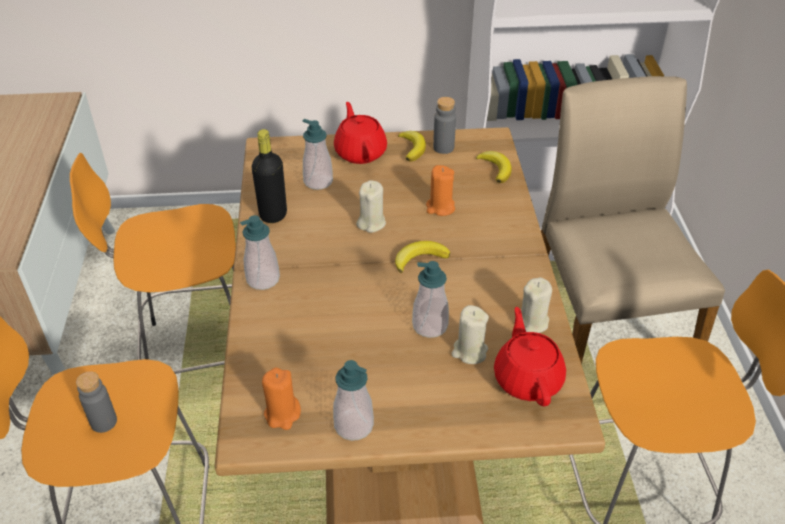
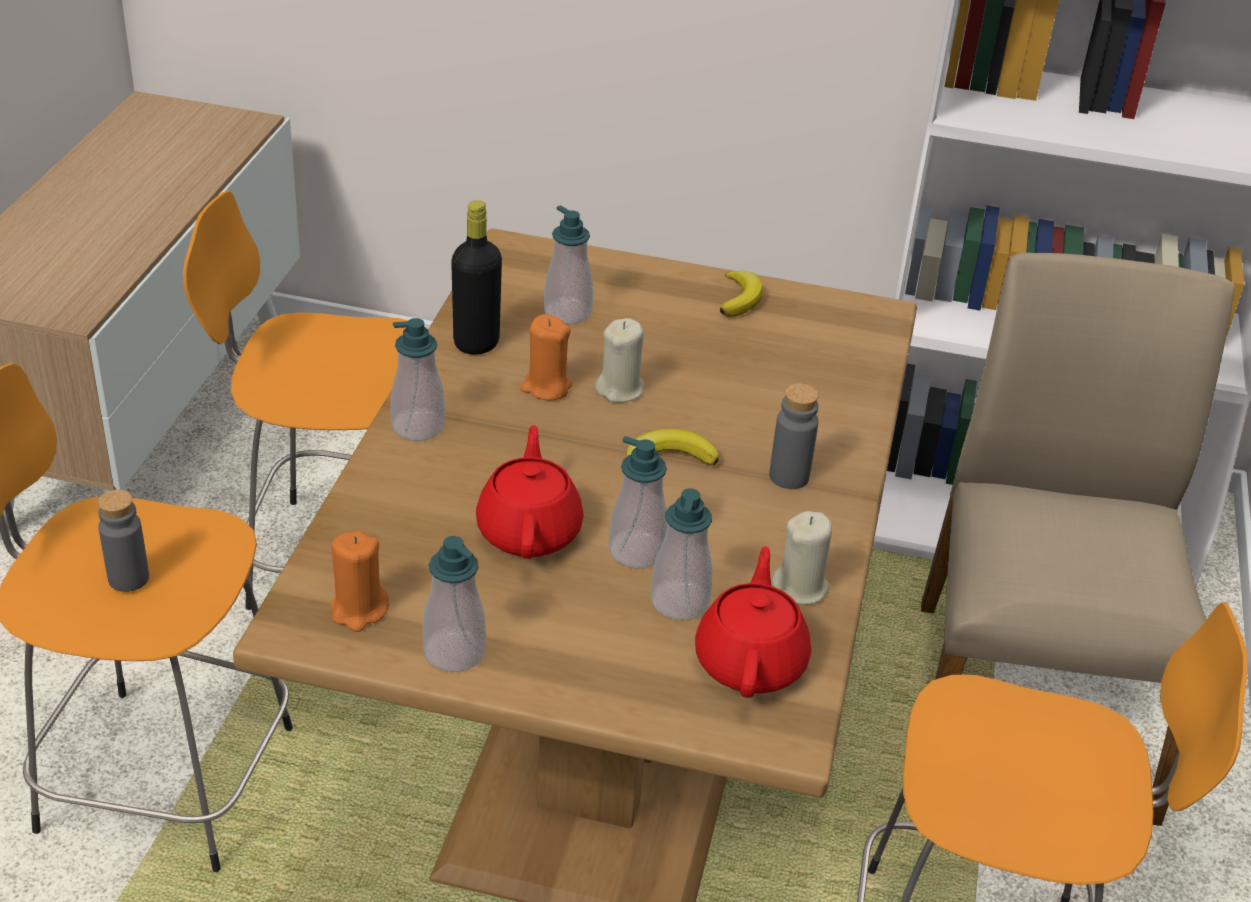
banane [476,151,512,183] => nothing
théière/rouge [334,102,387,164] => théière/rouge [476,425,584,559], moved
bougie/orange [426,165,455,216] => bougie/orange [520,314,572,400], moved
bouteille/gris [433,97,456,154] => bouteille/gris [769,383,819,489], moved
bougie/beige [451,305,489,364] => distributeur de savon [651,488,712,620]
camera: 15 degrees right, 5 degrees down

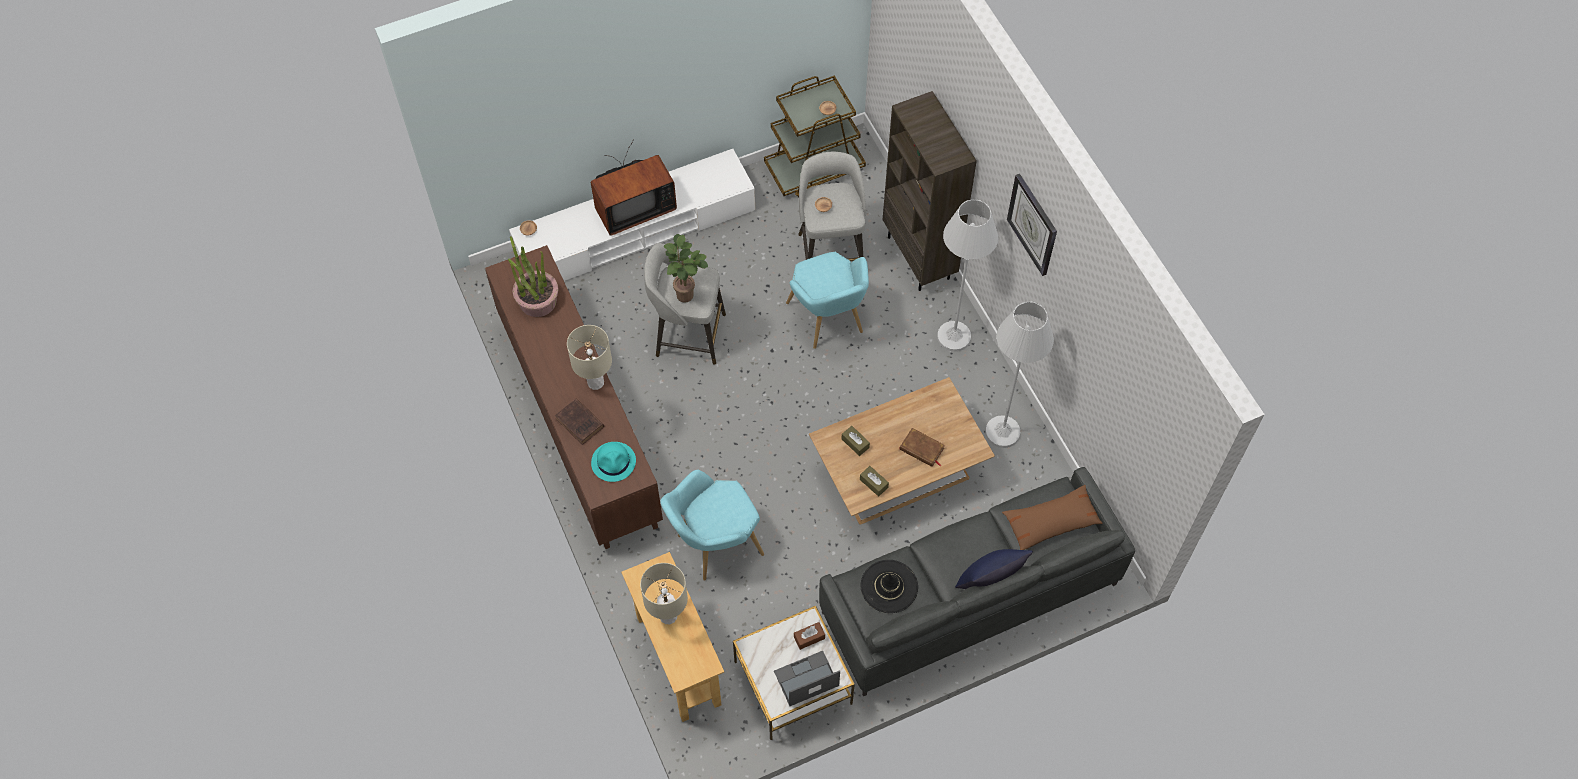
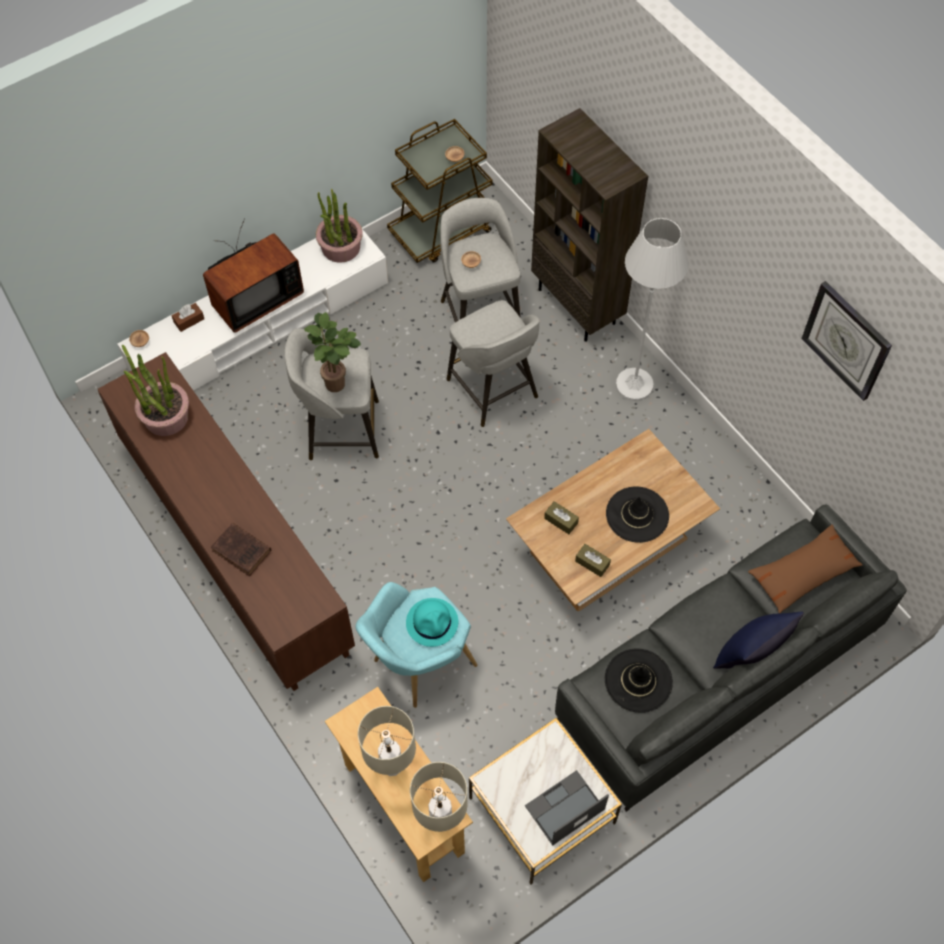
lampadaire/blanc [985,301,1054,448] => nothing
nothing => plante en pot [316,189,363,263]
lampe de table/beige [567,325,612,390] => lampe de table/beige [410,762,468,832], moved
chapeau/turquoise [591,442,636,482] => chapeau/turquoise [406,598,458,647], moved
boîte à mouchoirs/marron [794,622,825,650] => boîte à mouchoirs/marron [172,303,204,332], moved
horloge murale [1007,174,1057,276] => horloge murale [801,281,892,401], moved
fauteuil/turquoise [786,252,869,349] => tabouret/gris [447,300,540,427]
livre/marron [899,428,945,467] => chapeau/noir [606,486,669,543]
camera: 10 degrees left, 0 degrees up

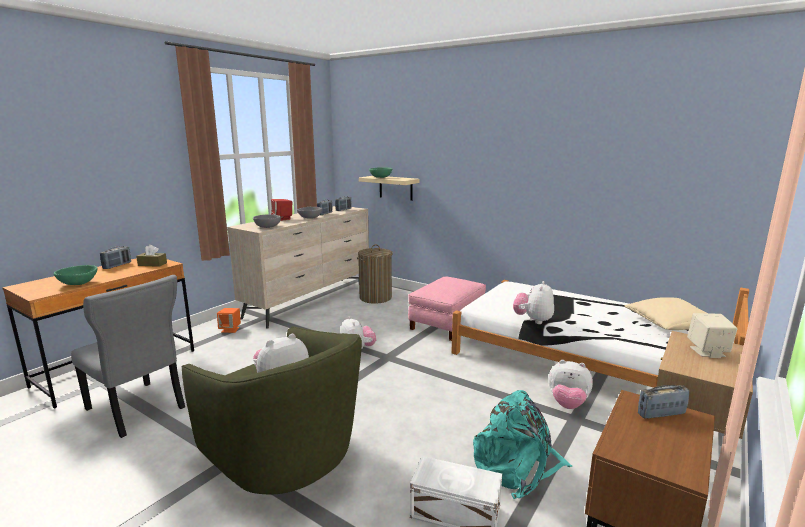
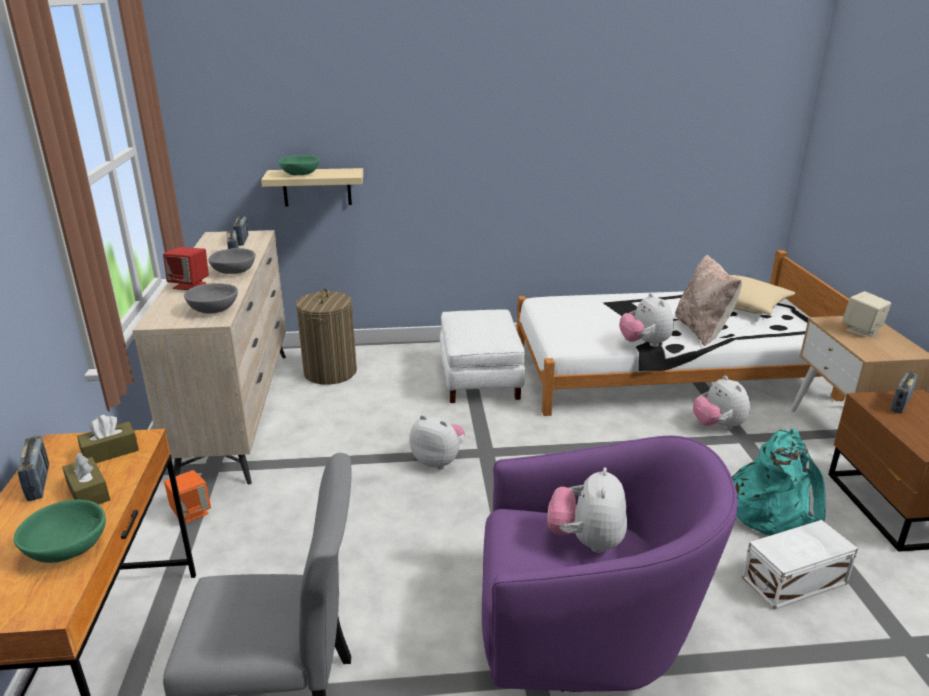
nothing => boîte à mouchoirs/marron [62,453,110,505]
nothing => coussin/beige [675,255,742,346]
fauteuil/vert [182,326,362,494] => fauteuil/violet [482,436,738,692]
pouf/rose [408,276,486,341] => pouf/blanc [440,310,525,403]
peluche [549,360,593,409] => peluche [693,376,750,430], 90 degrees clockwise
camera: 40 degrees left, 10 degrees up

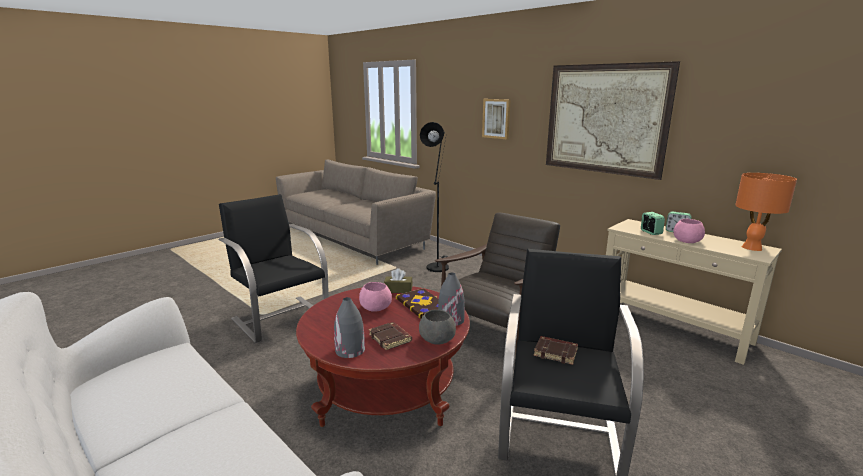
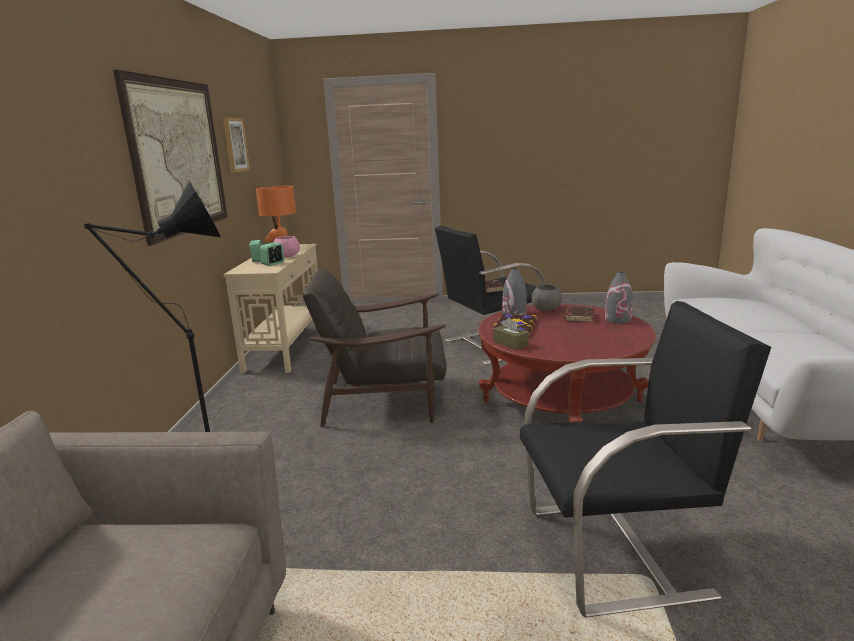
bol/rose [359,282,392,312] => nothing
tableau [482,99,511,139] => tableau [223,118,250,173], moved
fauteuil/noir [219,194,329,343] => fauteuil/noir [520,301,771,617], 105 degrees counterclockwise
camera: 130 degrees left, 0 degrees up

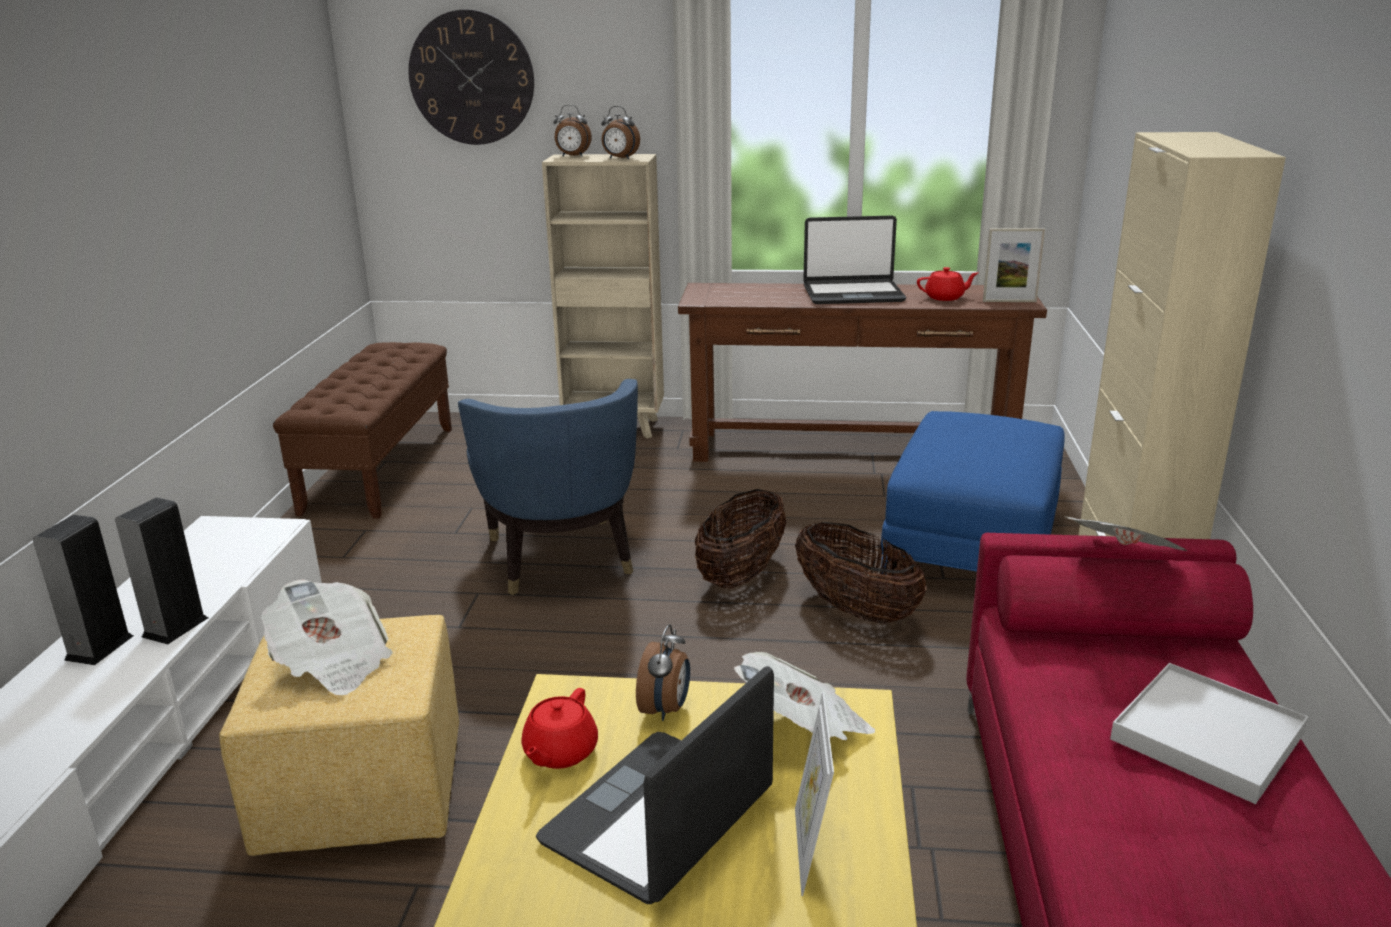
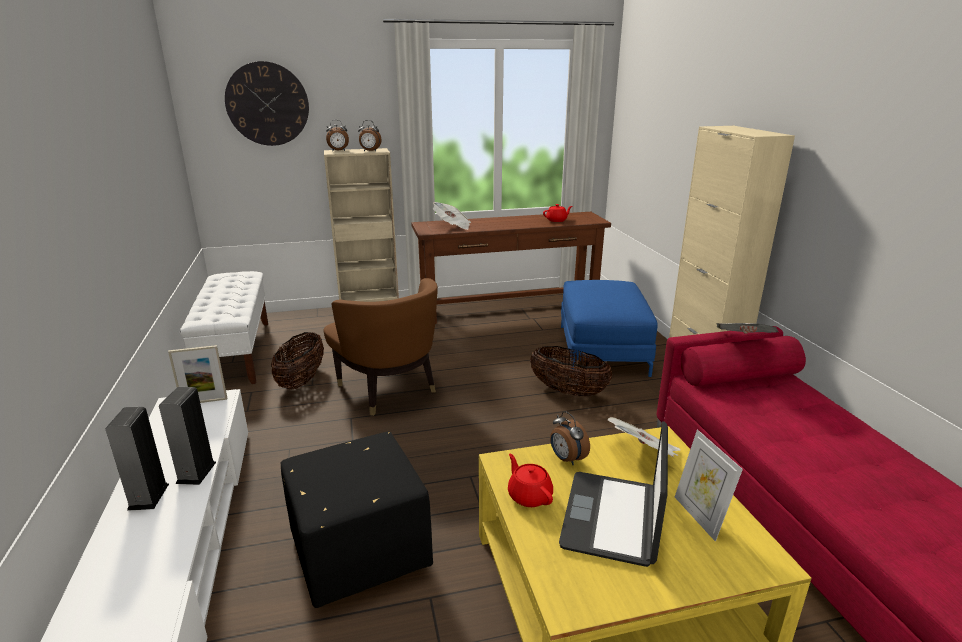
ordinateur portable [803,215,906,304] => nothing
plateau/blanc [1110,663,1309,804] => nothing
journal [261,579,393,695] => journal [433,202,471,230], moved
panier [695,489,786,588] => panier [271,332,324,389], moved
cadre photo [983,228,1045,302] => cadre photo [168,345,227,403], moved
pouf/jaune [219,615,459,856] => pouf/noir [281,432,433,608]
banc/marron [273,342,452,519] => banc/blanc [180,271,268,384]
fauteuil/bleu [458,379,638,595] => fauteuil/marron [324,278,438,416]
théière/rouge [521,688,598,769] => théière/rouge [508,453,553,507], 150 degrees clockwise
réveil [636,624,690,721] => réveil [550,411,590,465], 150 degrees clockwise
camera: 20 degrees left, 0 degrees up

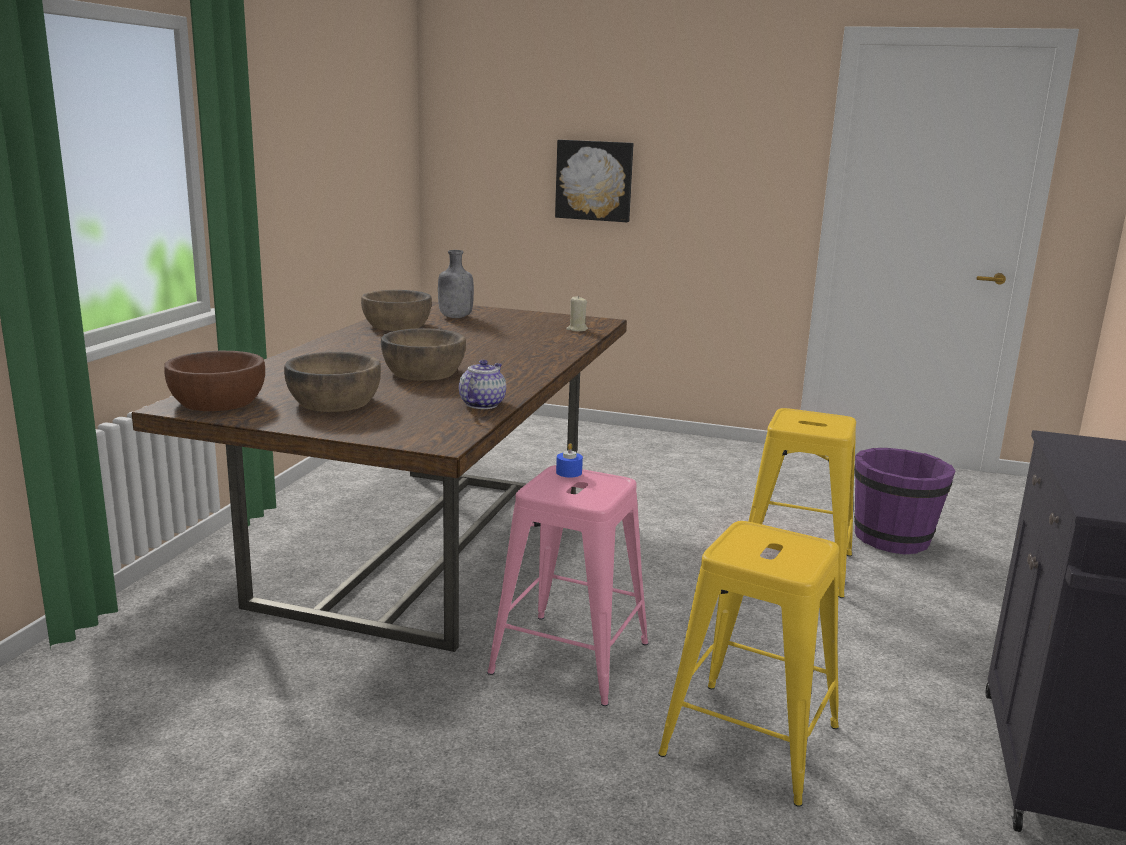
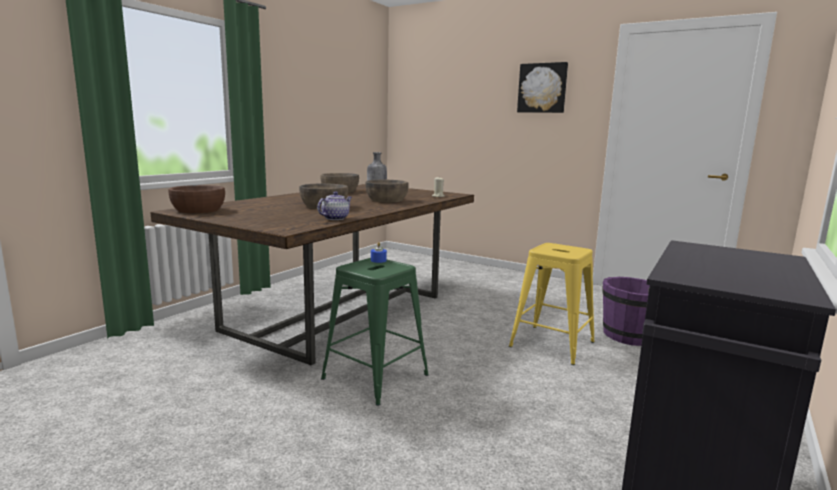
tabouret/jaune [658,521,839,807] => nothing
bol/marron [284,352,381,412] => bol/marron [365,180,409,202], moved
tableau [555,140,634,222] => tableau [517,62,568,113], moved
tabouret/rose [487,465,648,706] => tabouret/vert [321,258,429,406]
camera: 15 degrees right, 5 degrees down

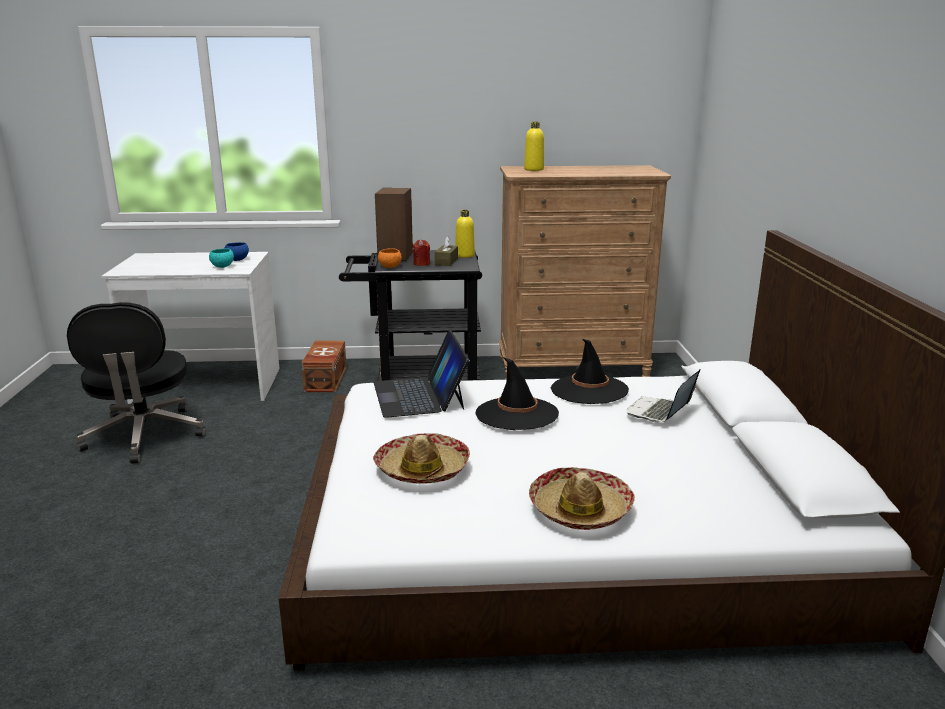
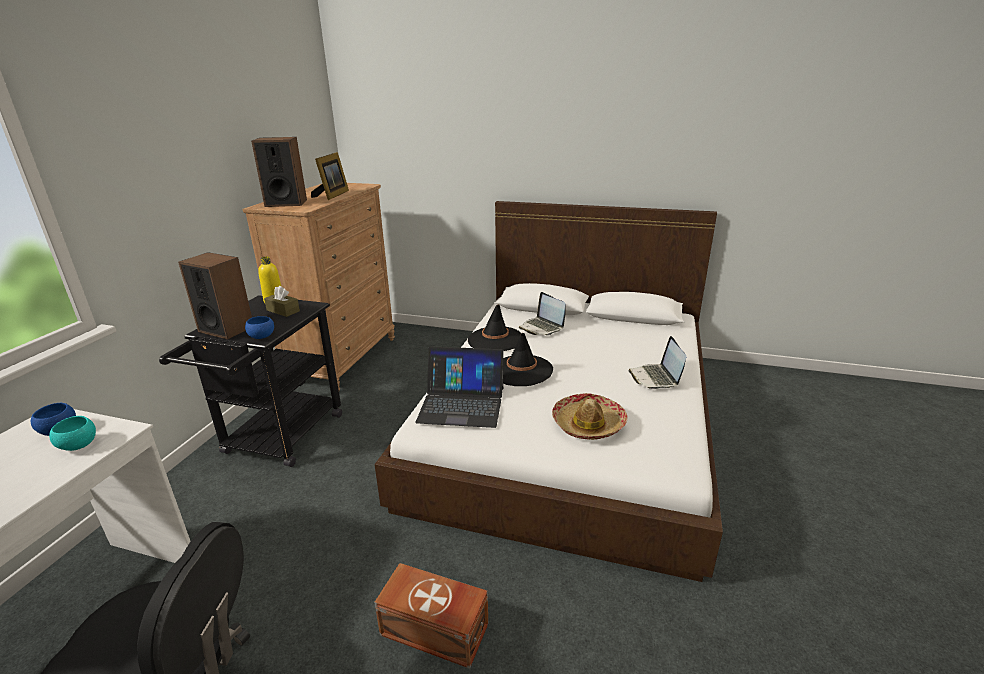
bougie/rouge [412,239,430,266] => nothing
nothing => cadre photo [311,152,349,200]
boîte de rangement/marron [302,340,347,392] => boîte de rangement/marron [374,563,488,669], moved
bouteille/jaune [524,122,544,171] => enceinte [251,137,307,207]
chapeau [529,467,635,530] => ordinateur portable [628,336,686,389]
bol/orange [378,248,402,268] => bol/bleu [245,316,274,339]
camera: 70 degrees left, 5 degrees up

